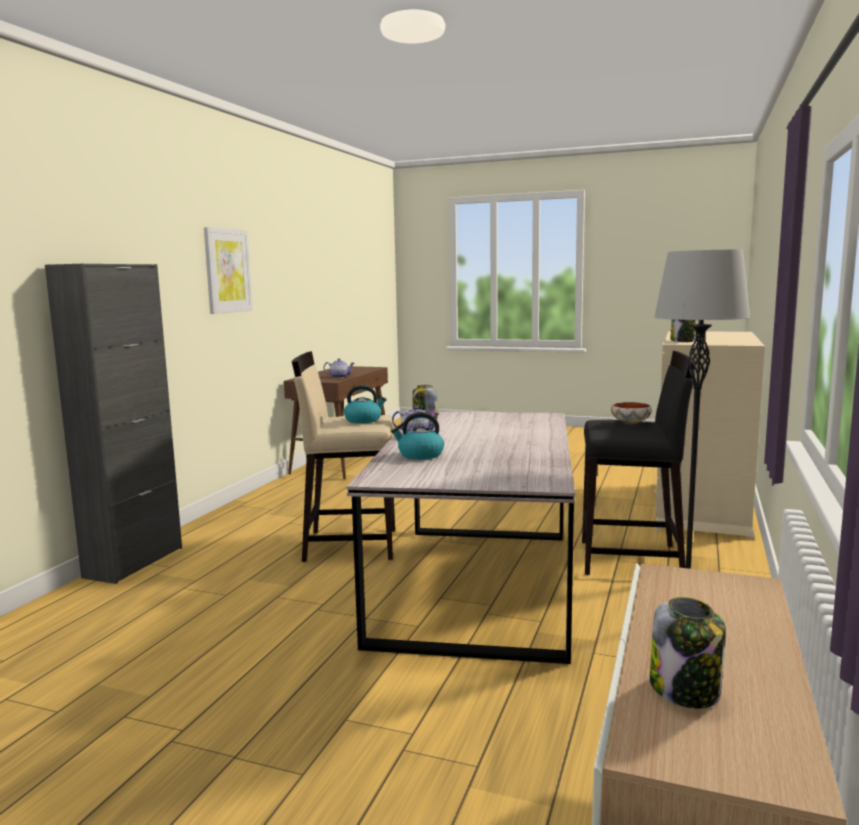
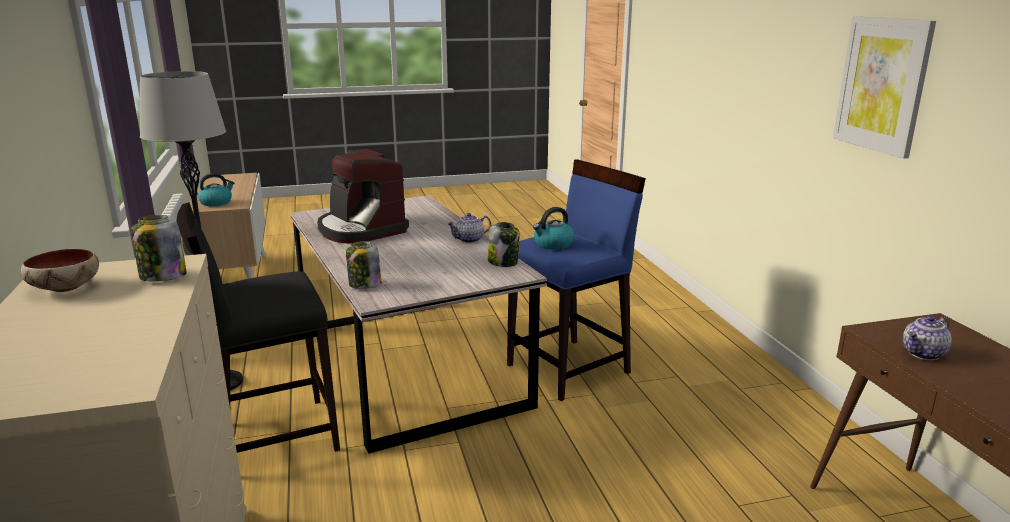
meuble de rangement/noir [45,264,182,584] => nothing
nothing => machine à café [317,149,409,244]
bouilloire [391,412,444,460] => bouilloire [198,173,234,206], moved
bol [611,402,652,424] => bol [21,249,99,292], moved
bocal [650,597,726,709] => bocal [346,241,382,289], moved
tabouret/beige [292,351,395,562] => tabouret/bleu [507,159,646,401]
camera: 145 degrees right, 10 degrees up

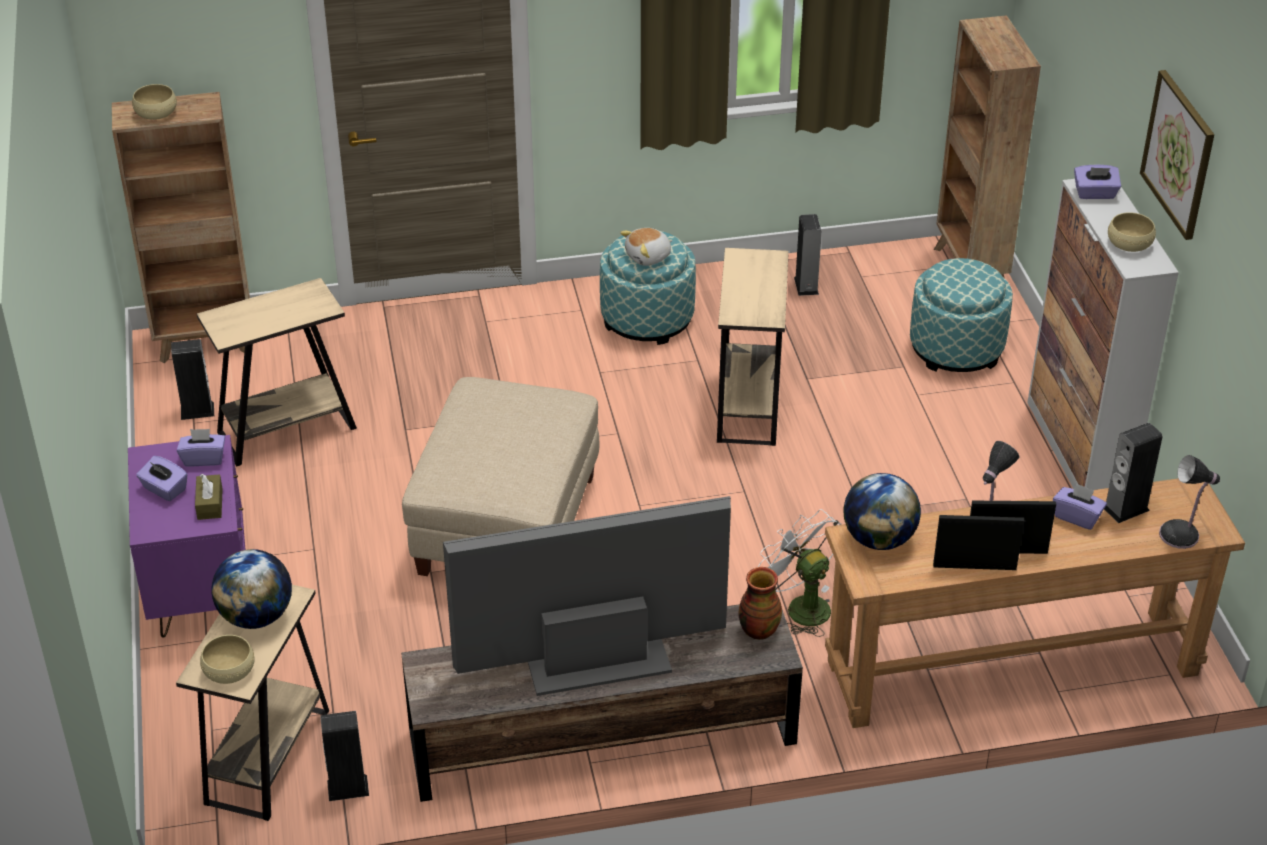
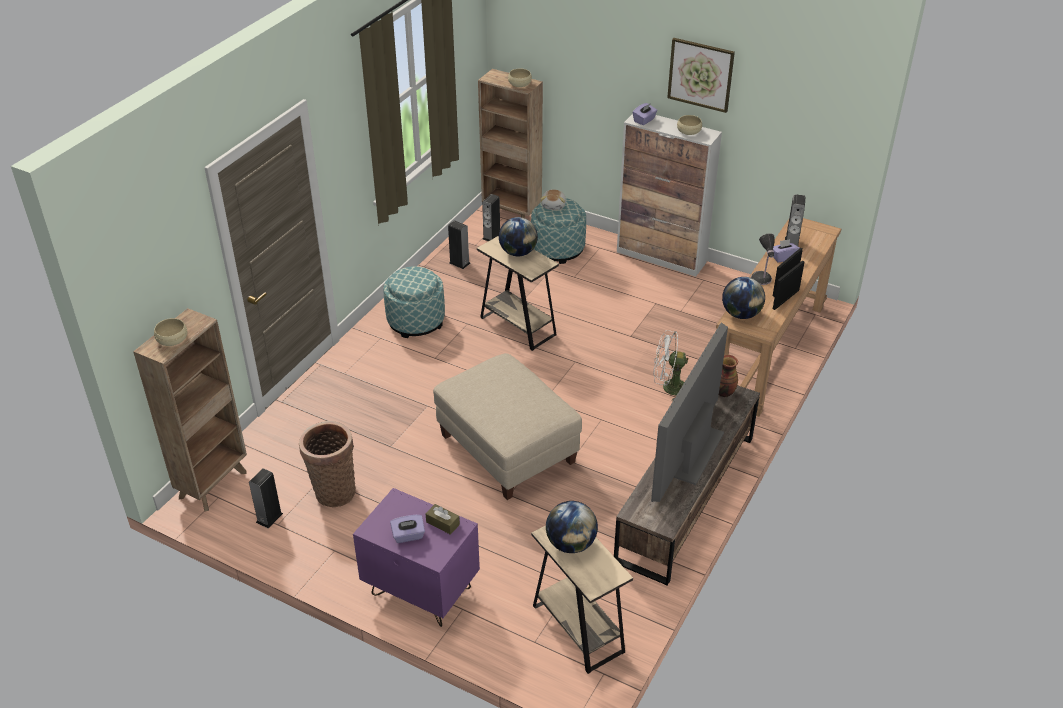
boîte à mouchoirs/violet [177,429,225,467] => nothing
lampe de table [1159,455,1220,549] => nothing
nothing => globe [499,217,538,256]
bol/beige [200,635,255,684] => bol/beige [508,68,532,87], moved
enceinte [320,711,369,801] => enceinte [482,194,500,241], moved
peluche [620,228,673,266] => peluche [540,189,566,210], moved
table d'appoint/beige [197,278,357,467] => panier [299,421,356,507]
camera: 50 degrees left, 0 degrees up

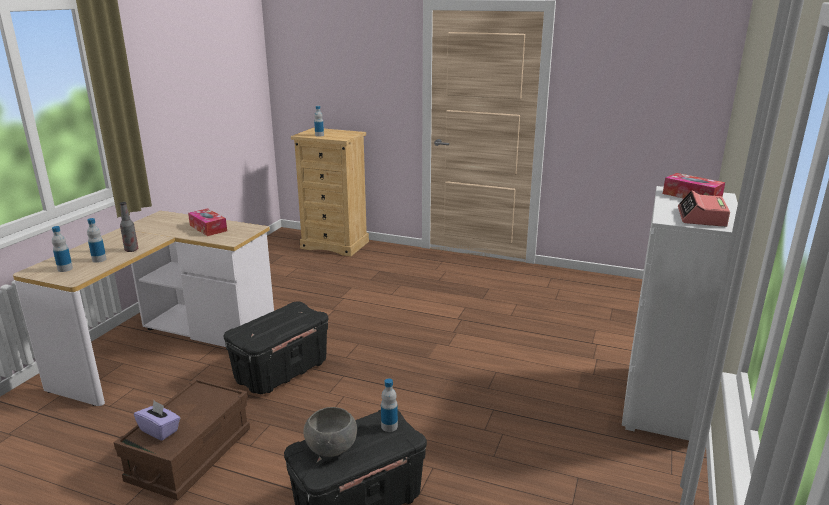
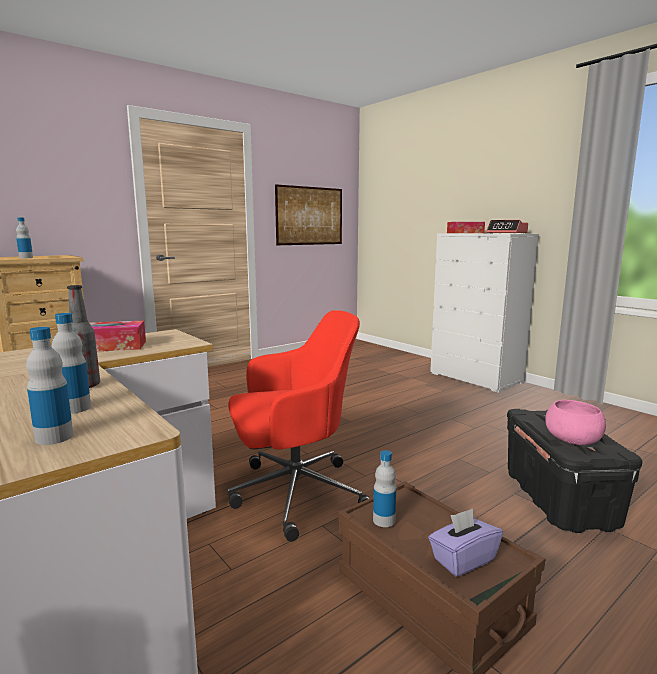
nothing => tableau [275,184,342,245]
bouteille [381,378,398,432] => bouteille [373,450,396,527], moved
boîte de rangement/noir [224,302,328,394] => chaise de bureau/rouge [228,310,369,542]
bol/gris [304,407,357,457] => bol/rose [545,400,606,445]
camera: 60 degrees left, 10 degrees down

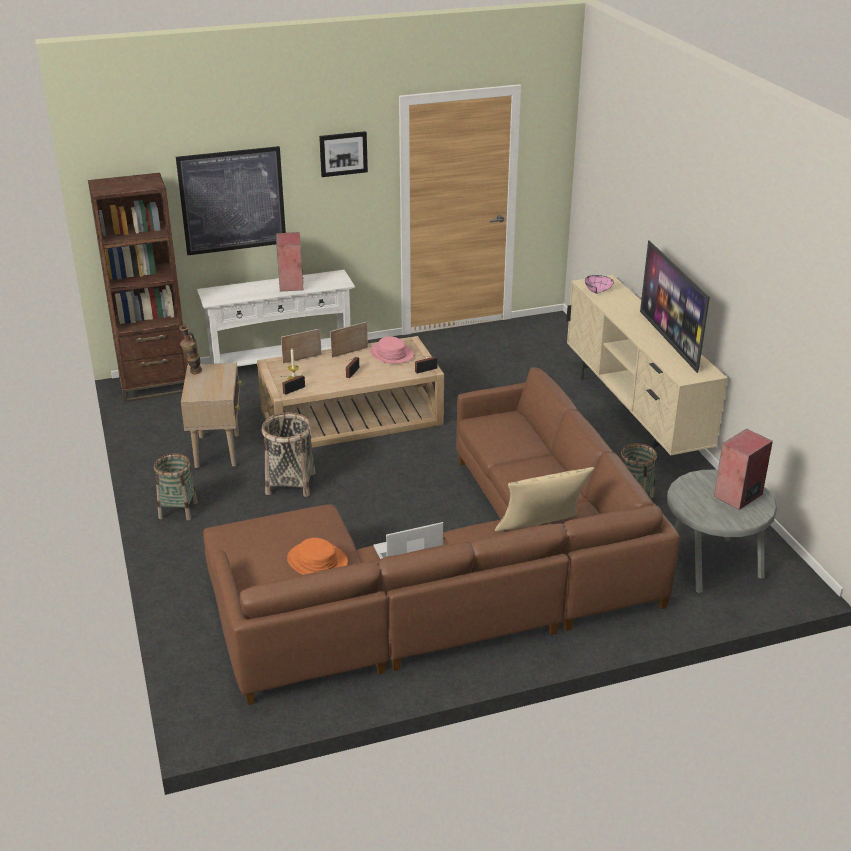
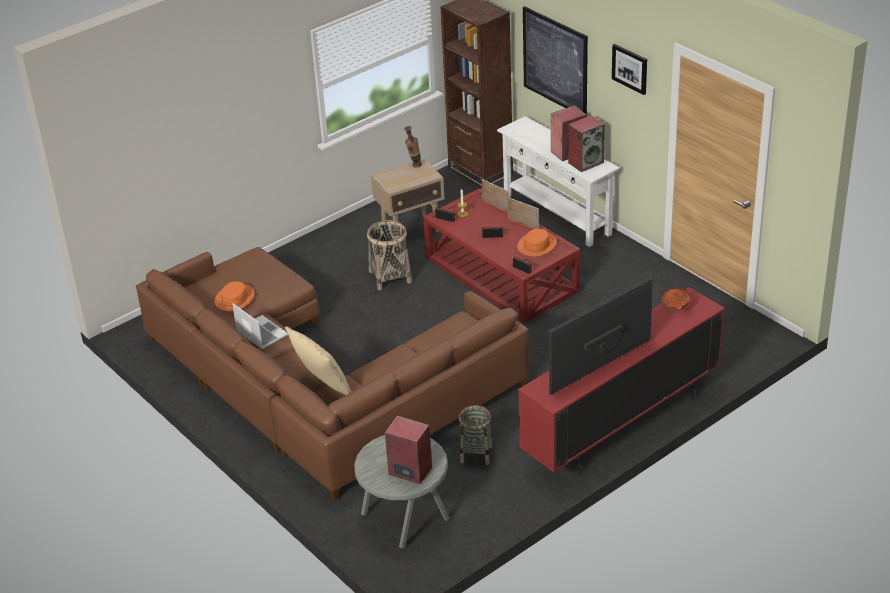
panier [154,453,198,521] => nothing
nothing => enceinte [568,115,605,172]
table basse/beige [257,336,444,448] => table basse/rouge [423,188,580,323]
chapeau/rose [370,336,414,364] => chapeau/orange [517,229,557,257]
meuble télé/beige [566,275,728,455] => meuble télé/rouge [518,287,725,475]
bol/rose [585,275,614,294] => bol/orange [661,288,691,310]
camera: 70 degrees right, 5 degrees up

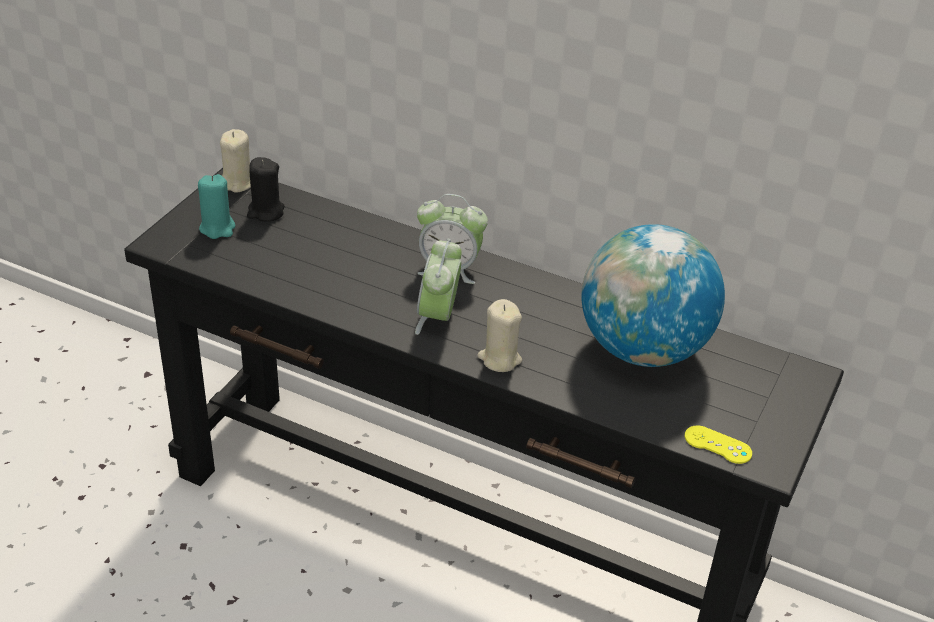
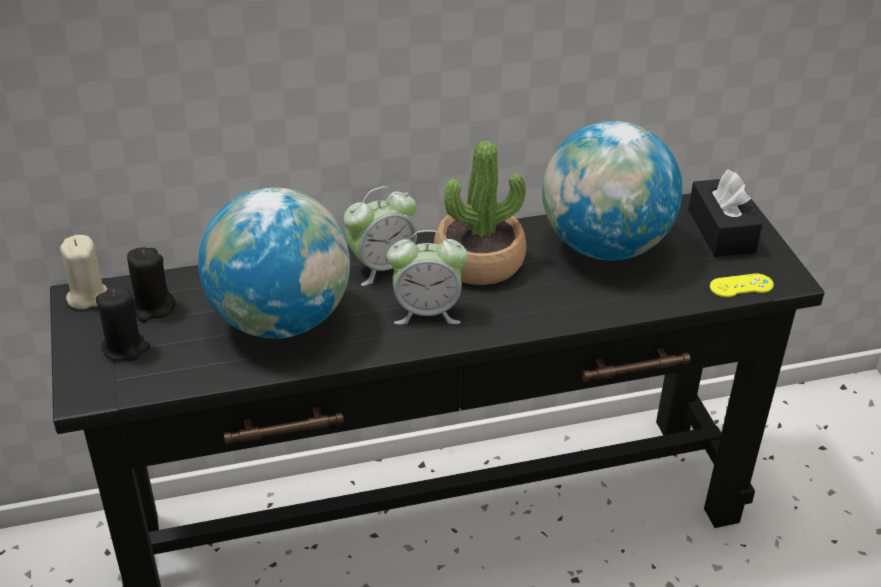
bougie/beige [477,299,522,372] => nothing
nothing => globe [198,187,350,339]
nothing => plante en pot [434,141,526,285]
nothing => boîte à mouchoirs/noir [688,169,763,257]
bougie/turquoise [198,174,236,239] => bougie/noir [96,286,150,361]
réveil [415,239,461,335] => réveil [387,230,468,325], 60 degrees counterclockwise
camera: 40 degrees left, 0 degrees up

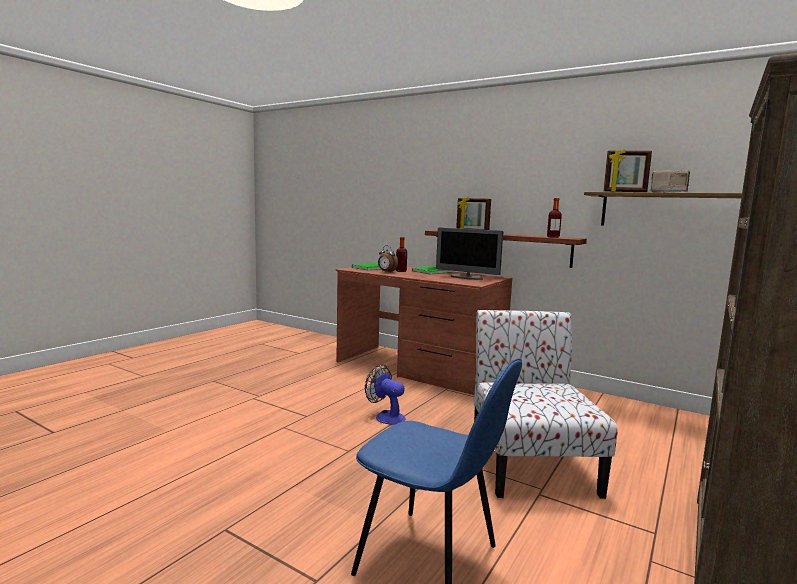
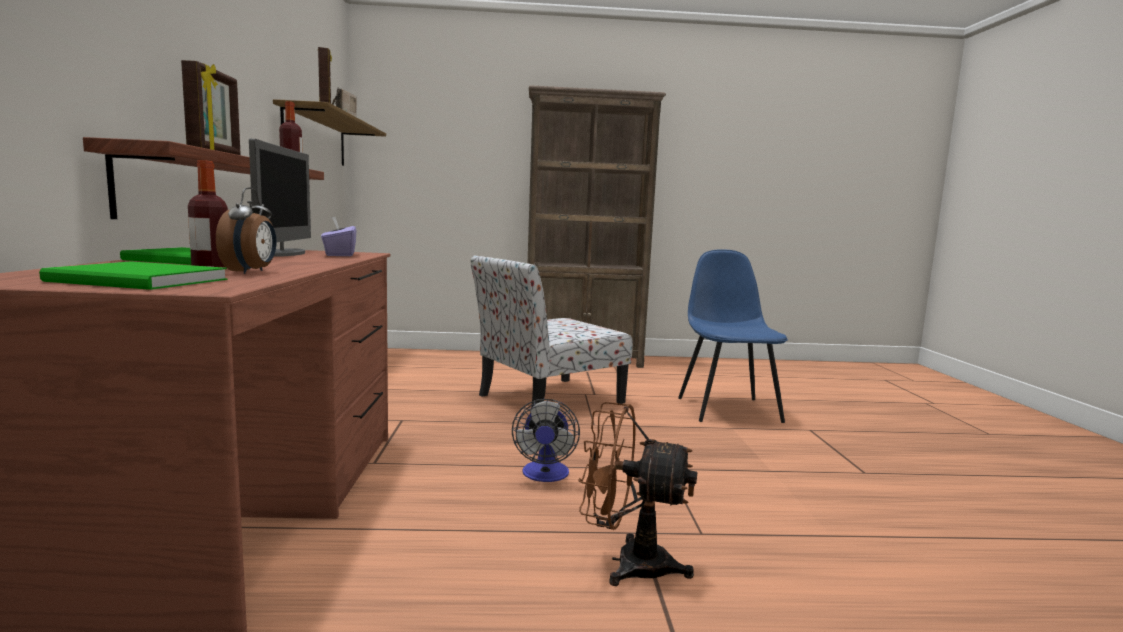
nothing => boîte à mouchoirs/violet [321,217,356,256]
nothing => ventilateur/marron [578,402,697,586]
camera: 125 degrees left, 0 degrees up

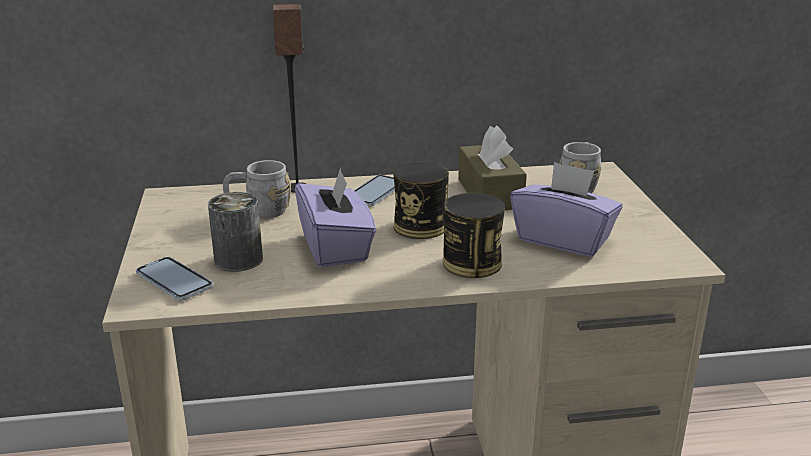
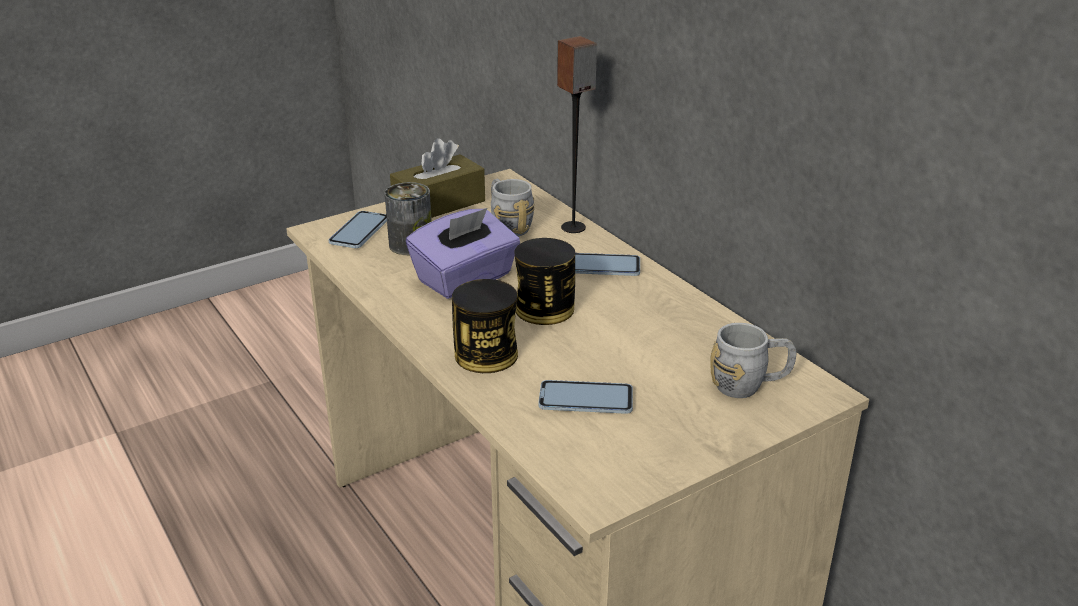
boîte à mouchoirs/marron [458,125,527,210] => boîte à mouchoirs/marron [390,138,485,218], moved
boîte à mouchoirs/violet [510,162,622,257] => téléphone [538,380,633,414]
camera: 65 degrees right, 5 degrees up

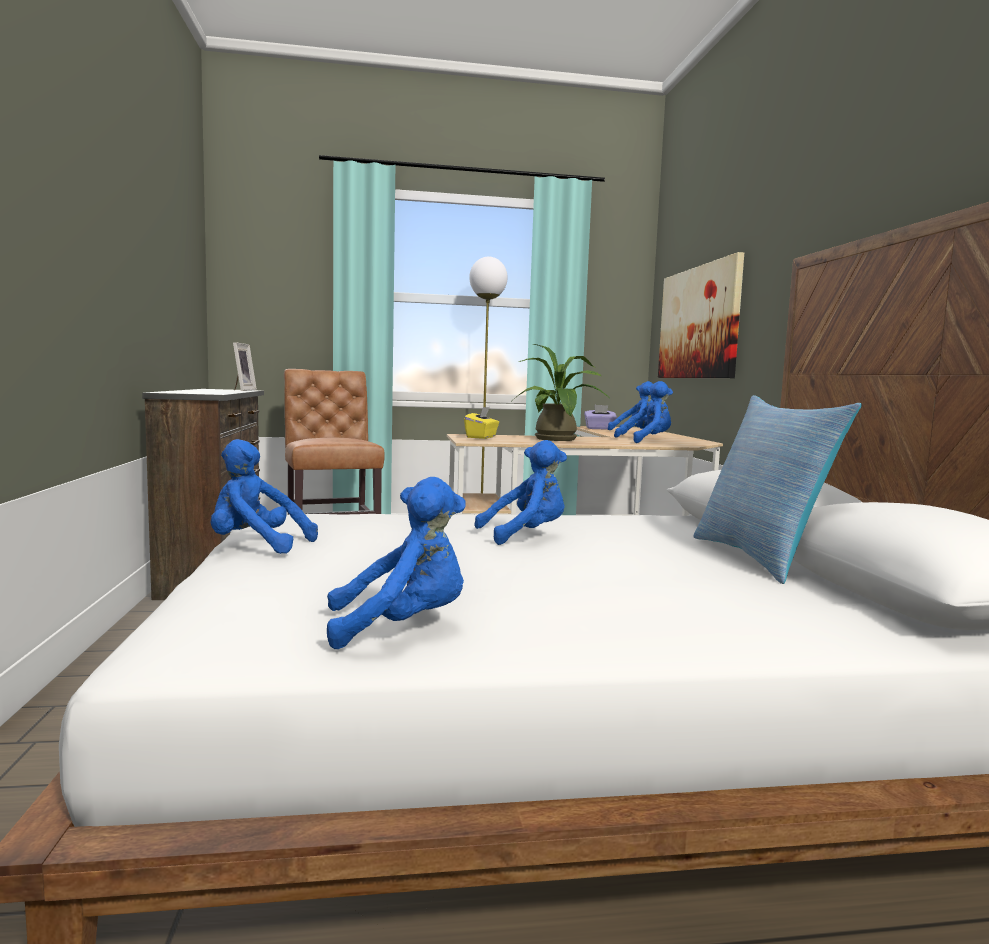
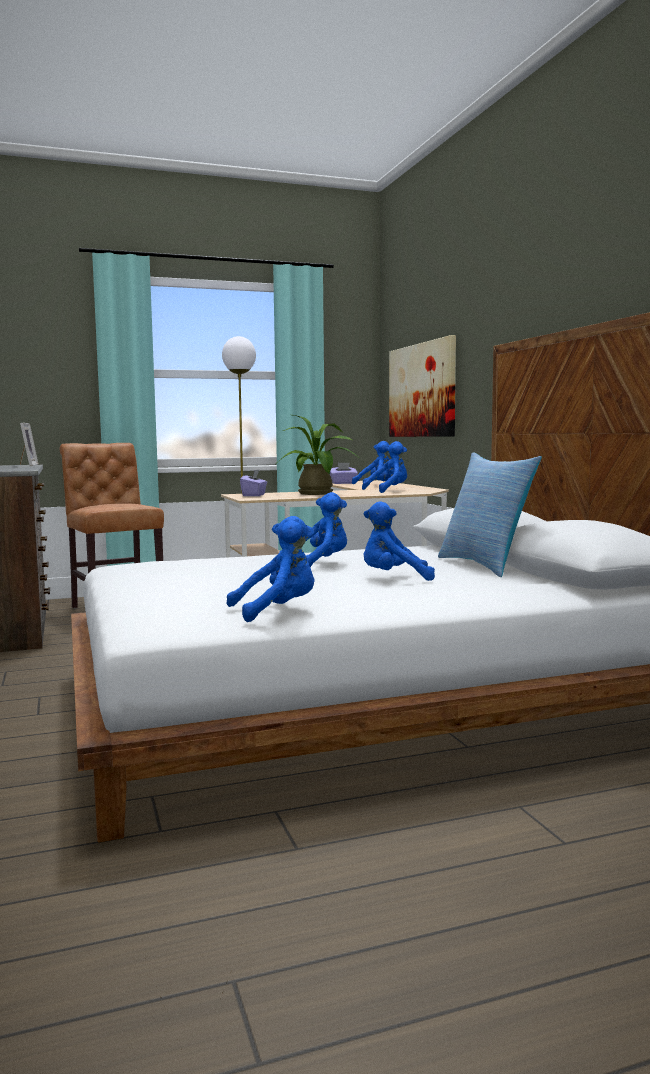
peluche/bleu [210,439,318,554] => peluche/bleu [364,501,435,581], moved
boîte à mouchoirs/jaune [464,407,499,439] => boîte à mouchoirs/violet [240,470,267,496]
camera: 10 degrees left, 0 degrees up

